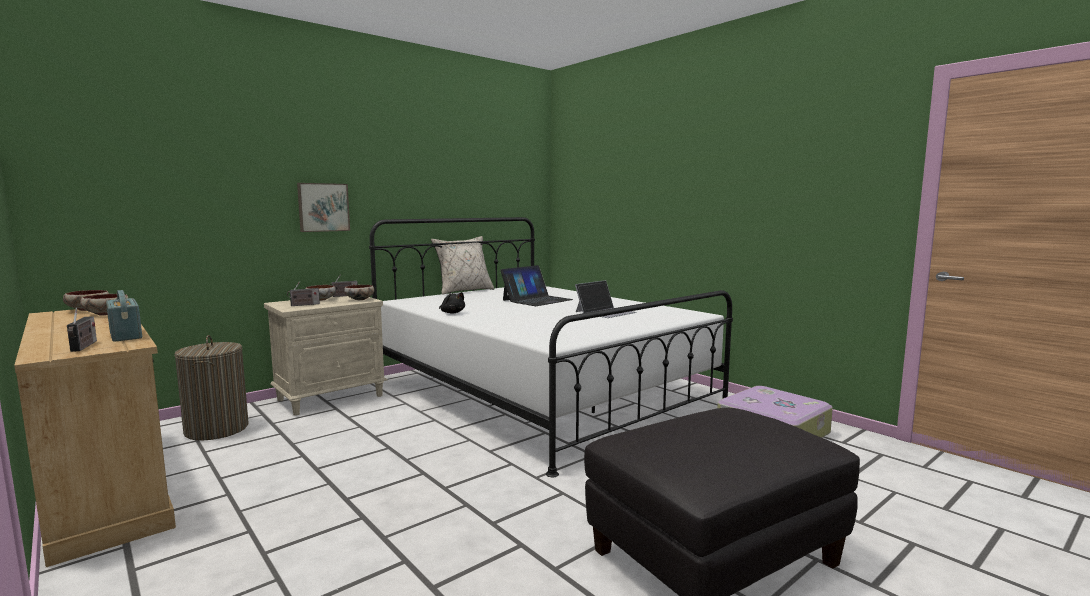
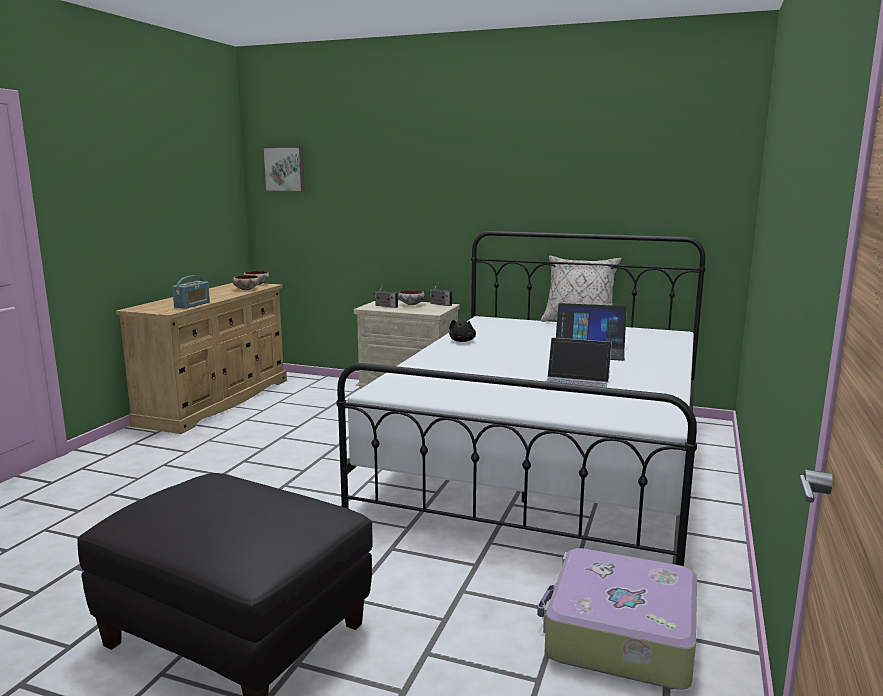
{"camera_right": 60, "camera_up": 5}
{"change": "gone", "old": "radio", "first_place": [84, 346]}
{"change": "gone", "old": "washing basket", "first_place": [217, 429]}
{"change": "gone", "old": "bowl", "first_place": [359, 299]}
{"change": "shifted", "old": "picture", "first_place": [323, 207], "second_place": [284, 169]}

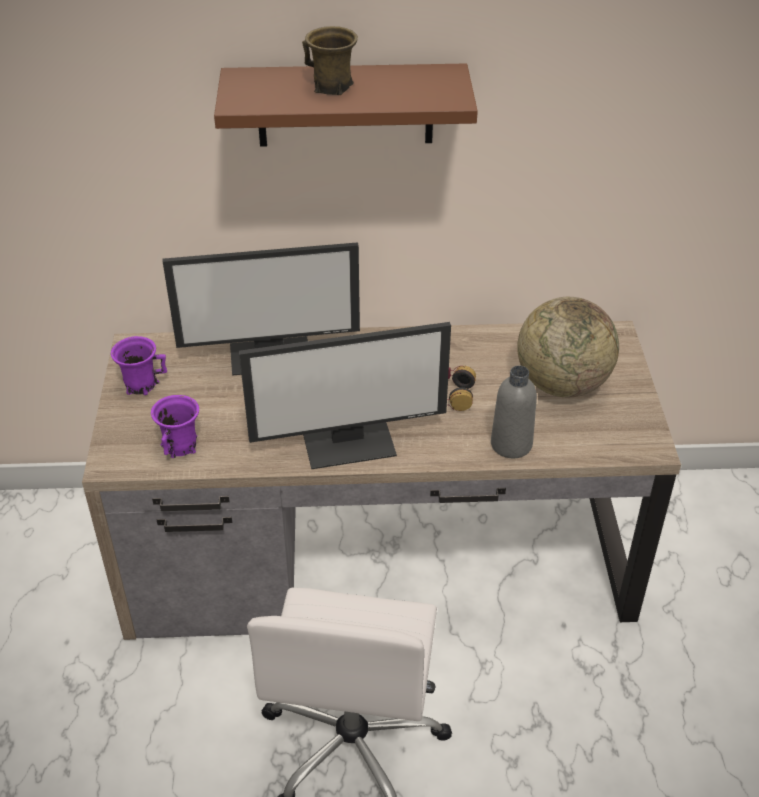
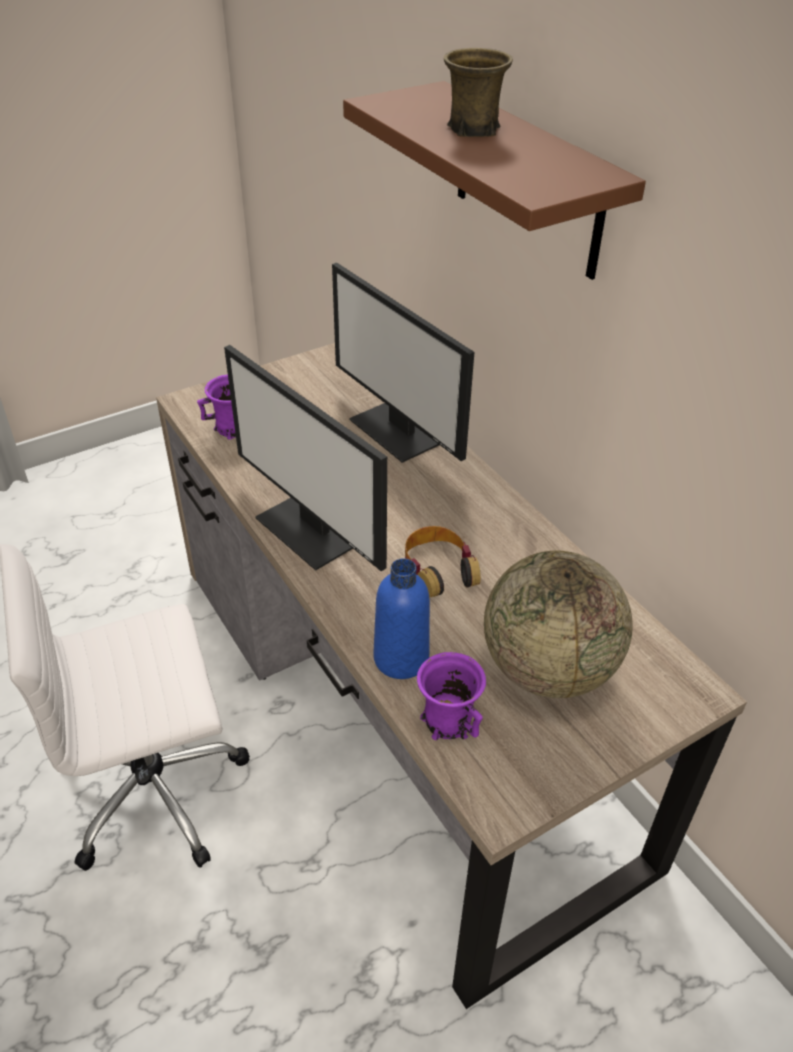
{"camera_right": 60, "camera_up": 0}
{"change": "shifted", "old": "coffee mug (purple)", "first_place": [140, 384], "second_place": [448, 720]}
{"change": "repainted", "old": "bottle (gray)", "new": "bottle (blue)", "first_place": [511, 444], "second_place": [401, 658]}

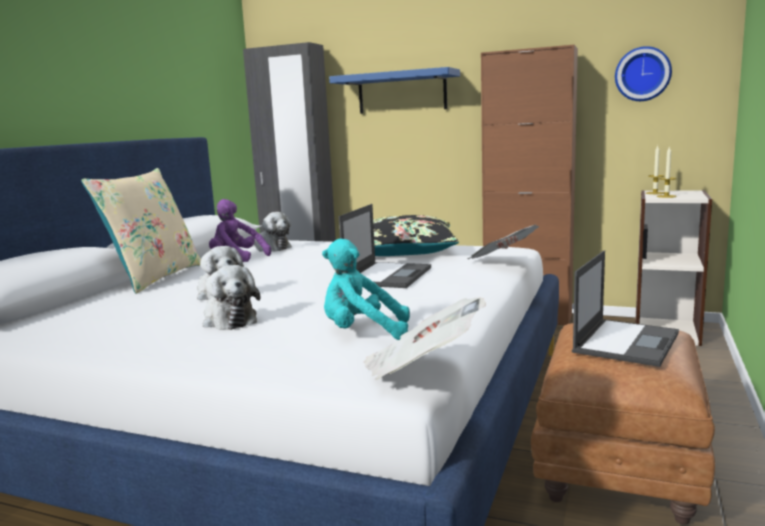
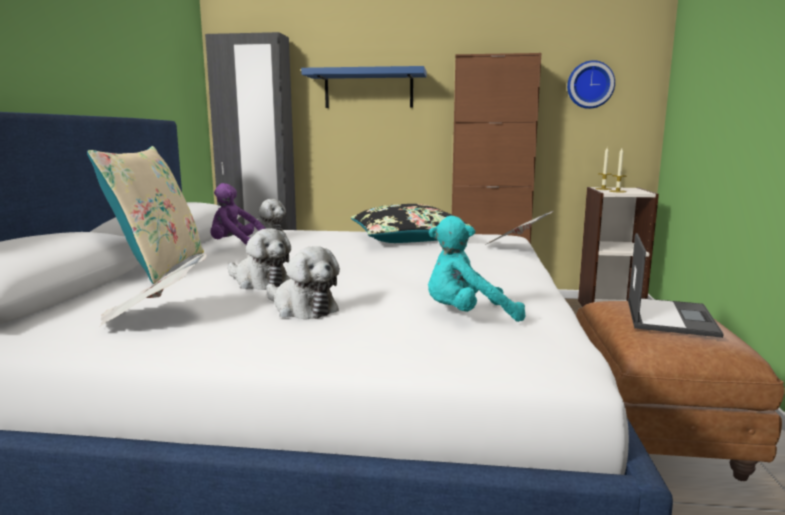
{"camera_right": -15, "camera_up": 0}
{"change": "gone", "old": "laptop", "first_place": [388, 275]}
{"change": "shifted", "old": "printed paper", "first_place": [421, 368], "second_place": [152, 318]}

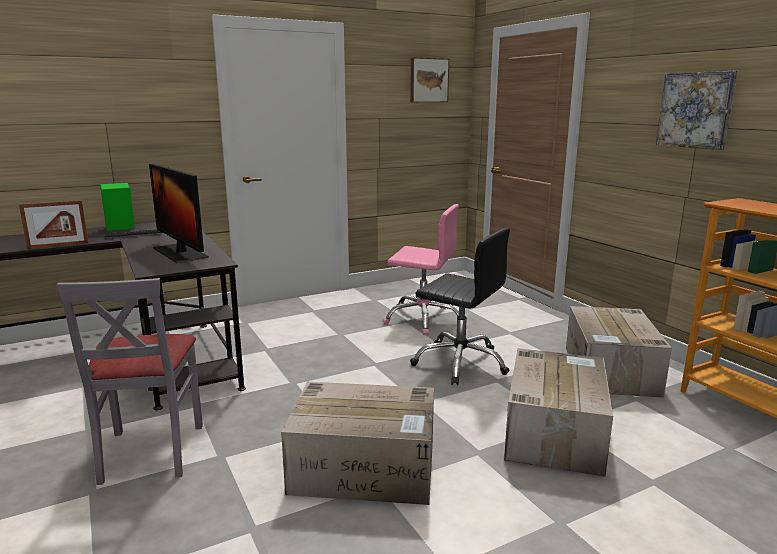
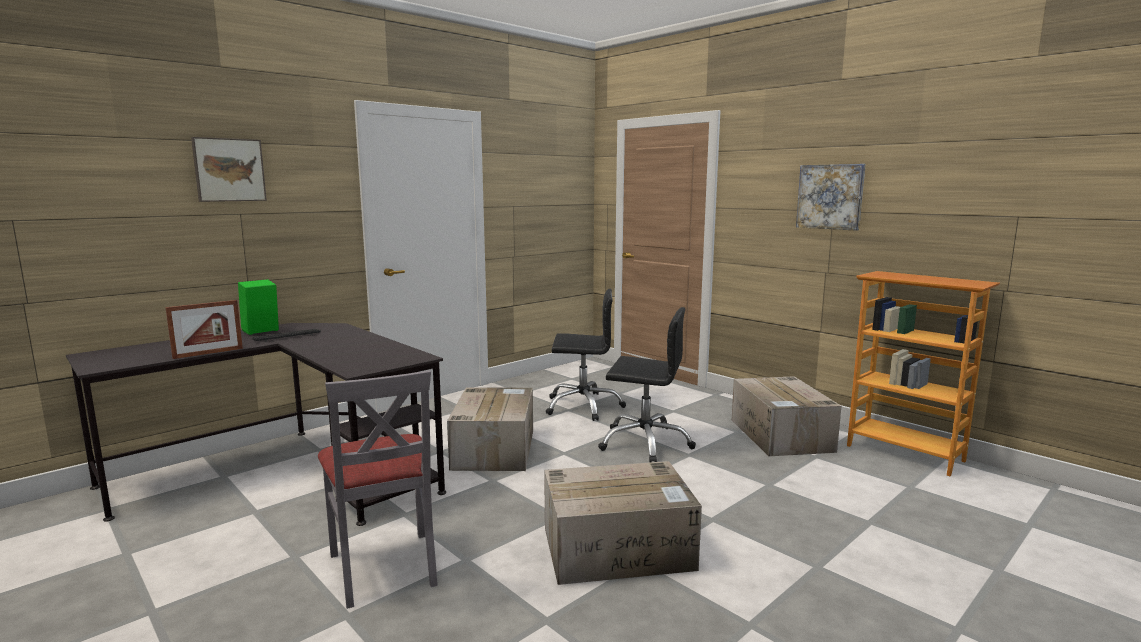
{"camera_right": -15, "camera_up": -5}
{"change": "gone", "old": "computer screen", "first_place": [180, 253]}
{"change": "shifted", "old": "picture", "first_place": [428, 80], "second_place": [229, 170]}
{"change": "shifted", "old": "packing box", "first_place": [554, 431], "second_place": [494, 448]}
{"change": "repainted", "old": "desk chair (pink)", "new": "desk chair (black)", "first_place": [423, 319], "second_place": [583, 406]}

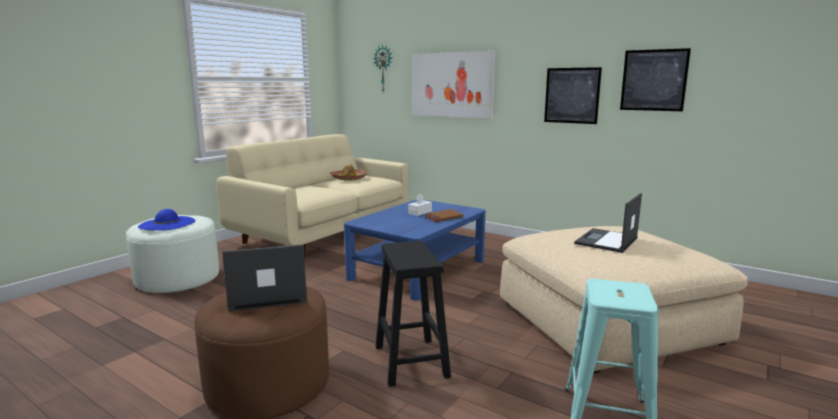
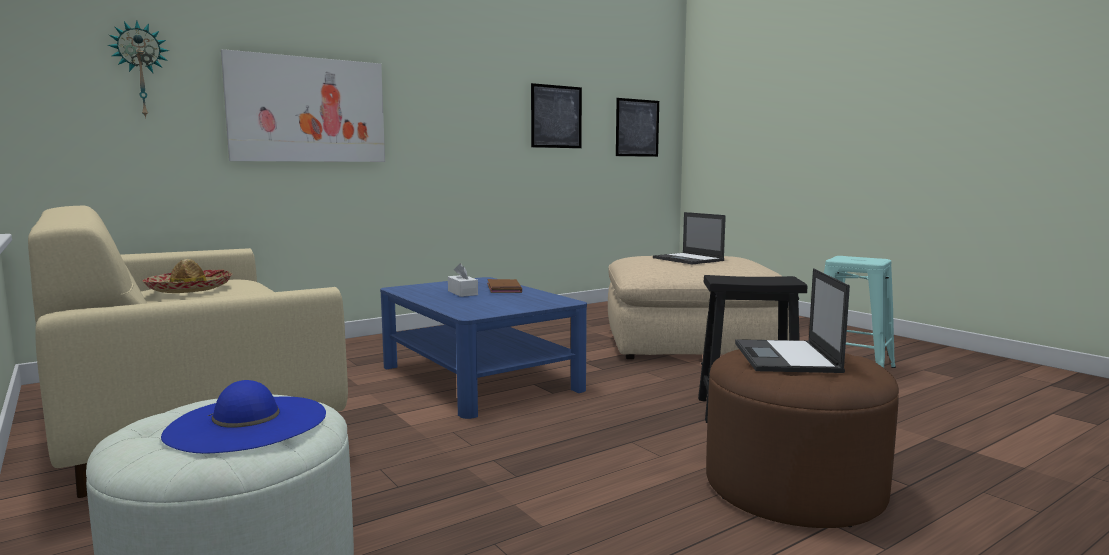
{"camera_right": -70, "camera_up": -5}
{"change": "shifted", "old": "picture", "first_place": [572, 95], "second_place": [637, 128]}

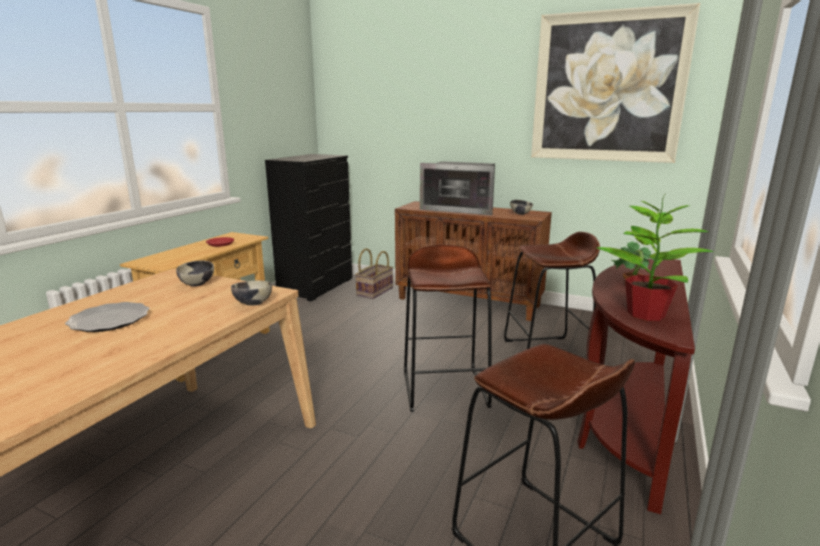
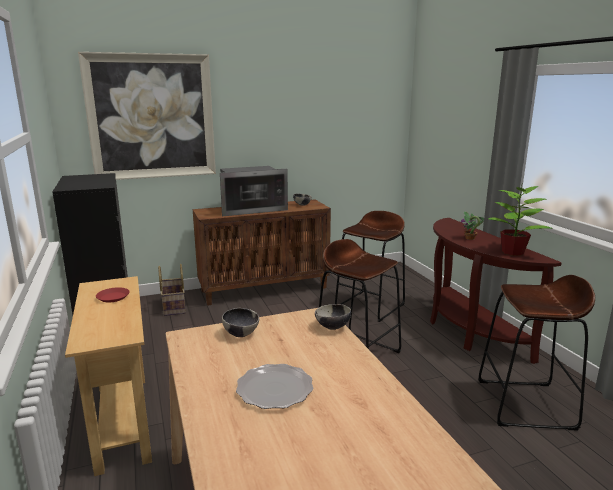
{"camera_right": -45, "camera_up": 0}
{"change": "shifted", "old": "picture", "first_place": [607, 88], "second_place": [151, 117]}

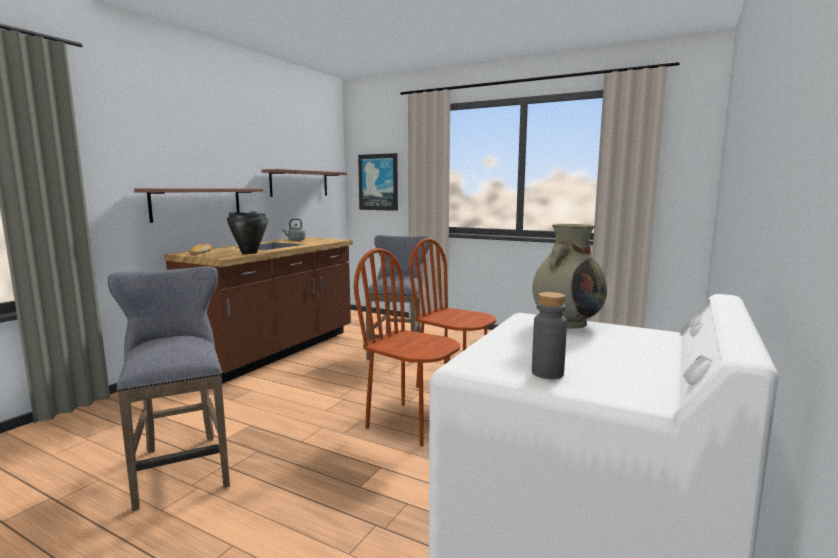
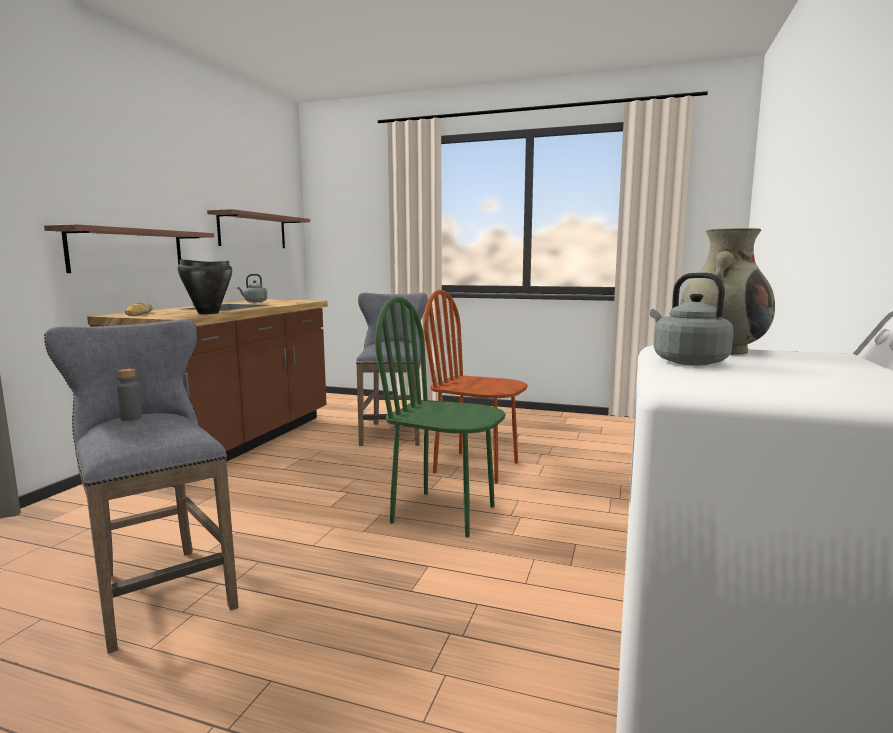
{"camera_right": -10, "camera_up": 0}
{"change": "gone", "old": "picture", "first_place": [378, 182]}
{"change": "new", "new": "tea kettle (gray)", "second_place": [686, 361]}
{"change": "shifted", "old": "bottle (gray)", "first_place": [547, 373], "second_place": [131, 418]}
{"change": "repainted", "old": "chair (brownish)", "new": "chair (green)", "first_place": [410, 424], "second_place": [444, 513]}

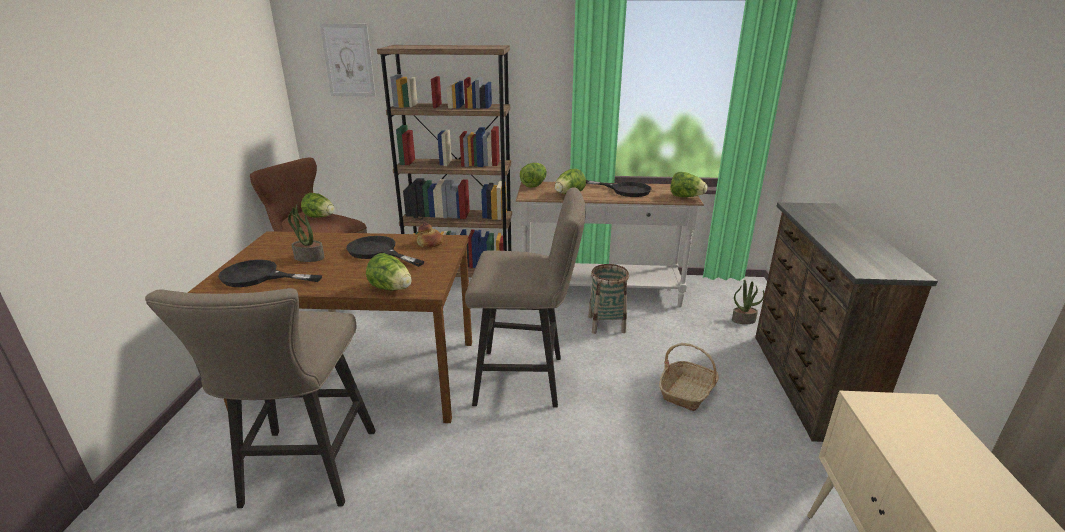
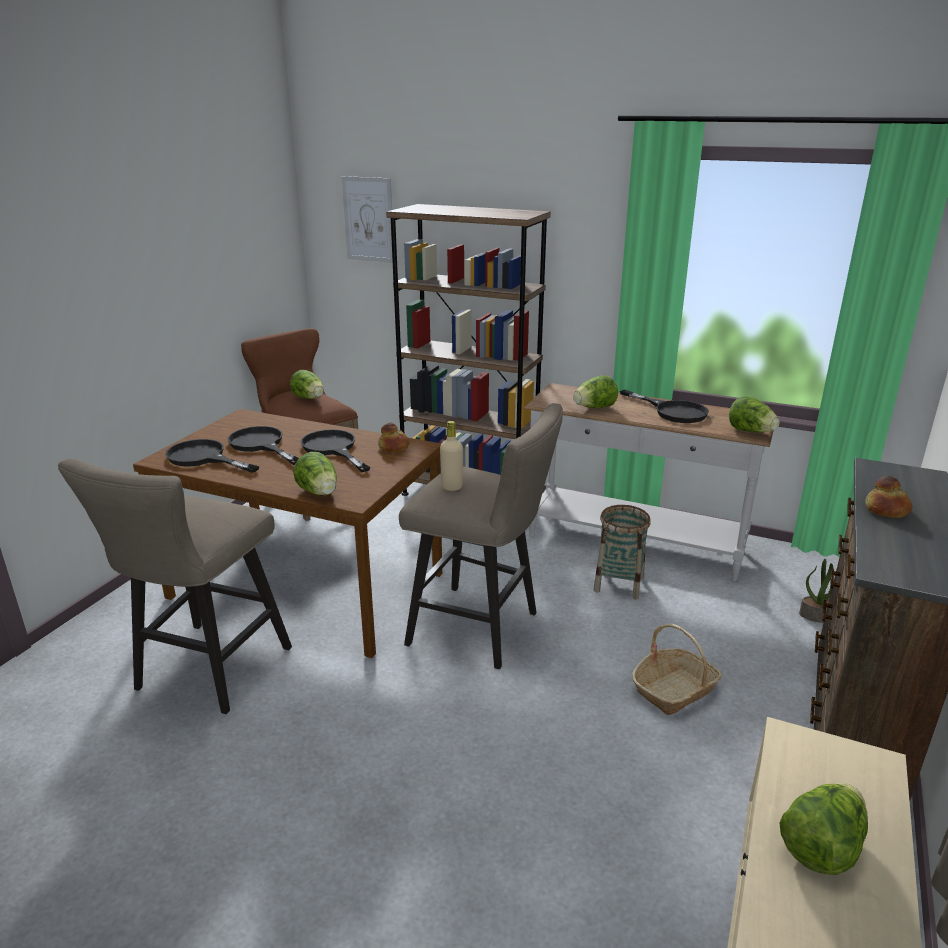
{"camera_right": 20, "camera_up": 0}
{"change": "new", "new": "bottle (beige)", "second_place": [452, 487]}
{"change": "new", "new": "bread", "second_place": [887, 509]}
{"change": "shifted", "old": "lettuce", "first_place": [534, 185], "second_place": [821, 846]}
{"change": "swapped", "old": "houseplant", "new": "skillet (black)", "first_place": [308, 258], "second_place": [261, 445]}

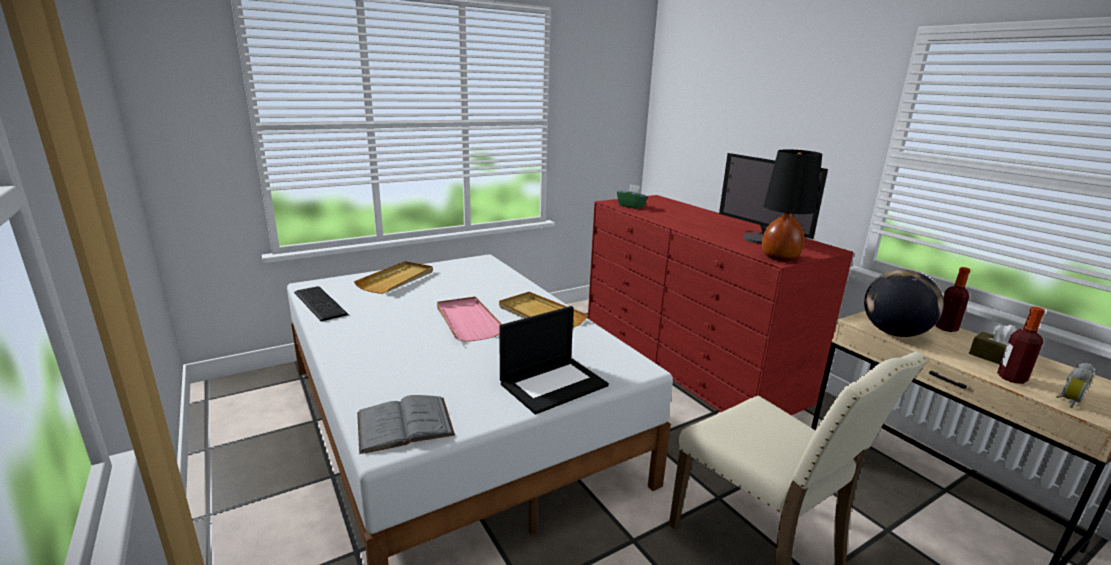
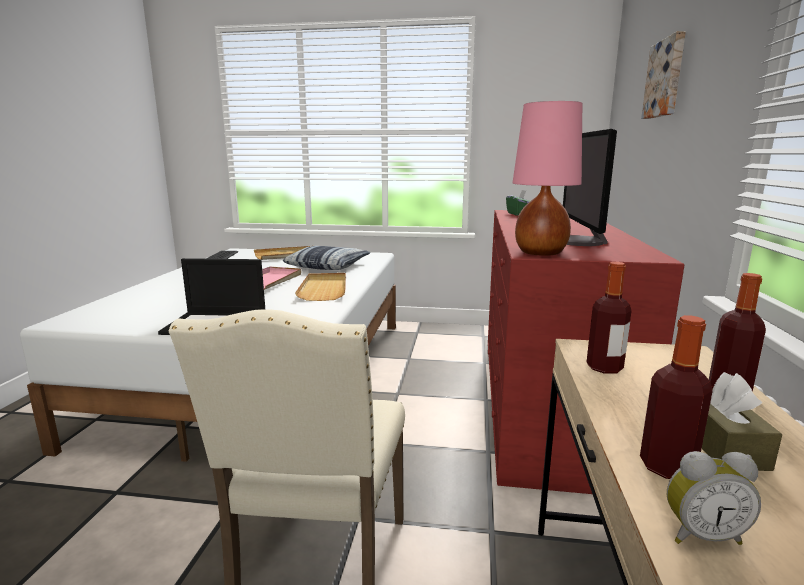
{"camera_right": 40, "camera_up": -5}
{"change": "gone", "old": "bound book (gray)", "first_place": [404, 424]}
{"change": "new", "new": "throw pillow", "second_place": [328, 266]}
{"change": "new", "new": "picture", "second_place": [666, 78]}
{"change": "swapped", "old": "world globe", "new": "bottle", "first_place": [894, 333], "second_place": [604, 368]}
{"change": "repainted", "old": "tabletop lamp (black)", "new": "tabletop lamp (pink)", "first_place": [779, 257], "second_place": [539, 253]}

